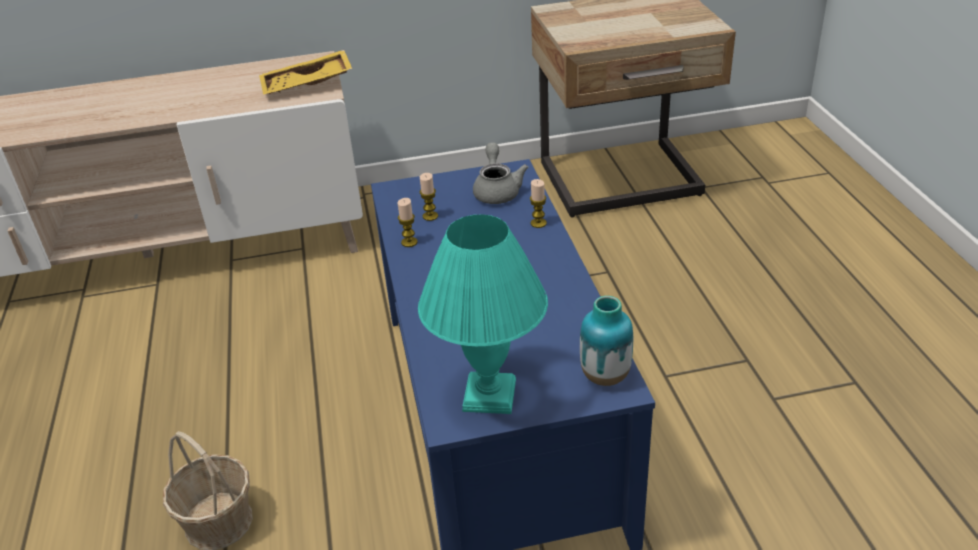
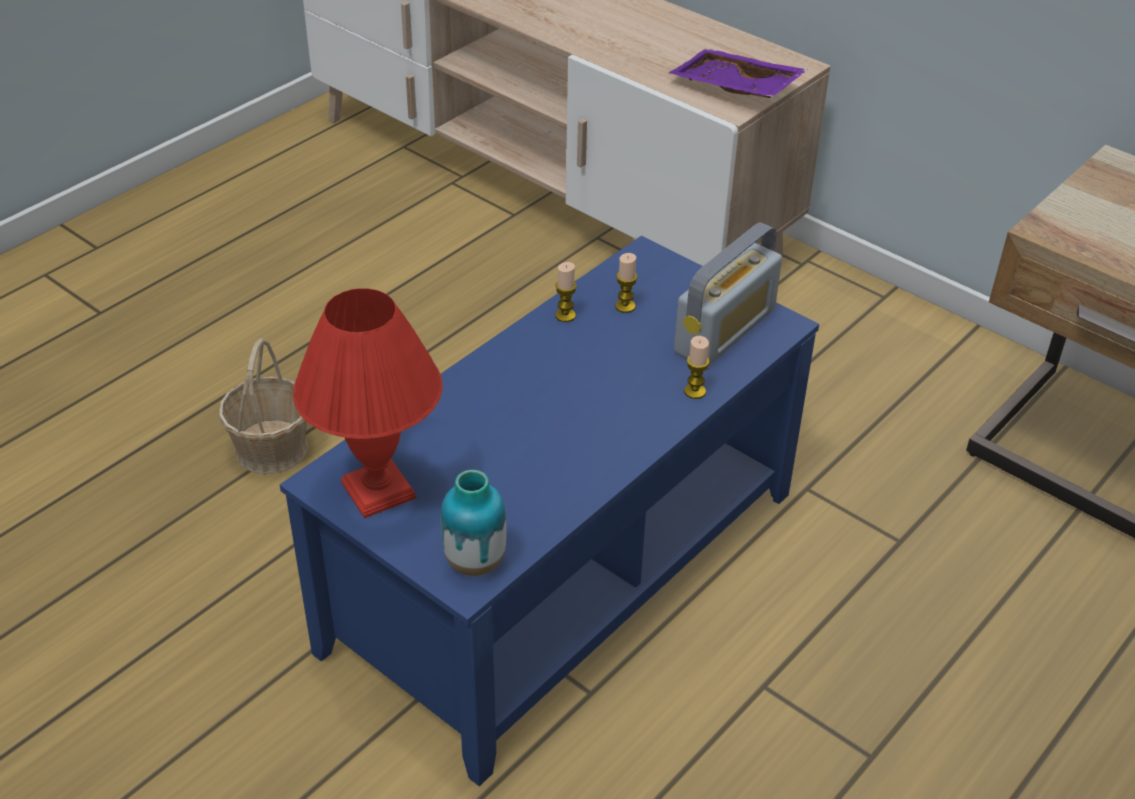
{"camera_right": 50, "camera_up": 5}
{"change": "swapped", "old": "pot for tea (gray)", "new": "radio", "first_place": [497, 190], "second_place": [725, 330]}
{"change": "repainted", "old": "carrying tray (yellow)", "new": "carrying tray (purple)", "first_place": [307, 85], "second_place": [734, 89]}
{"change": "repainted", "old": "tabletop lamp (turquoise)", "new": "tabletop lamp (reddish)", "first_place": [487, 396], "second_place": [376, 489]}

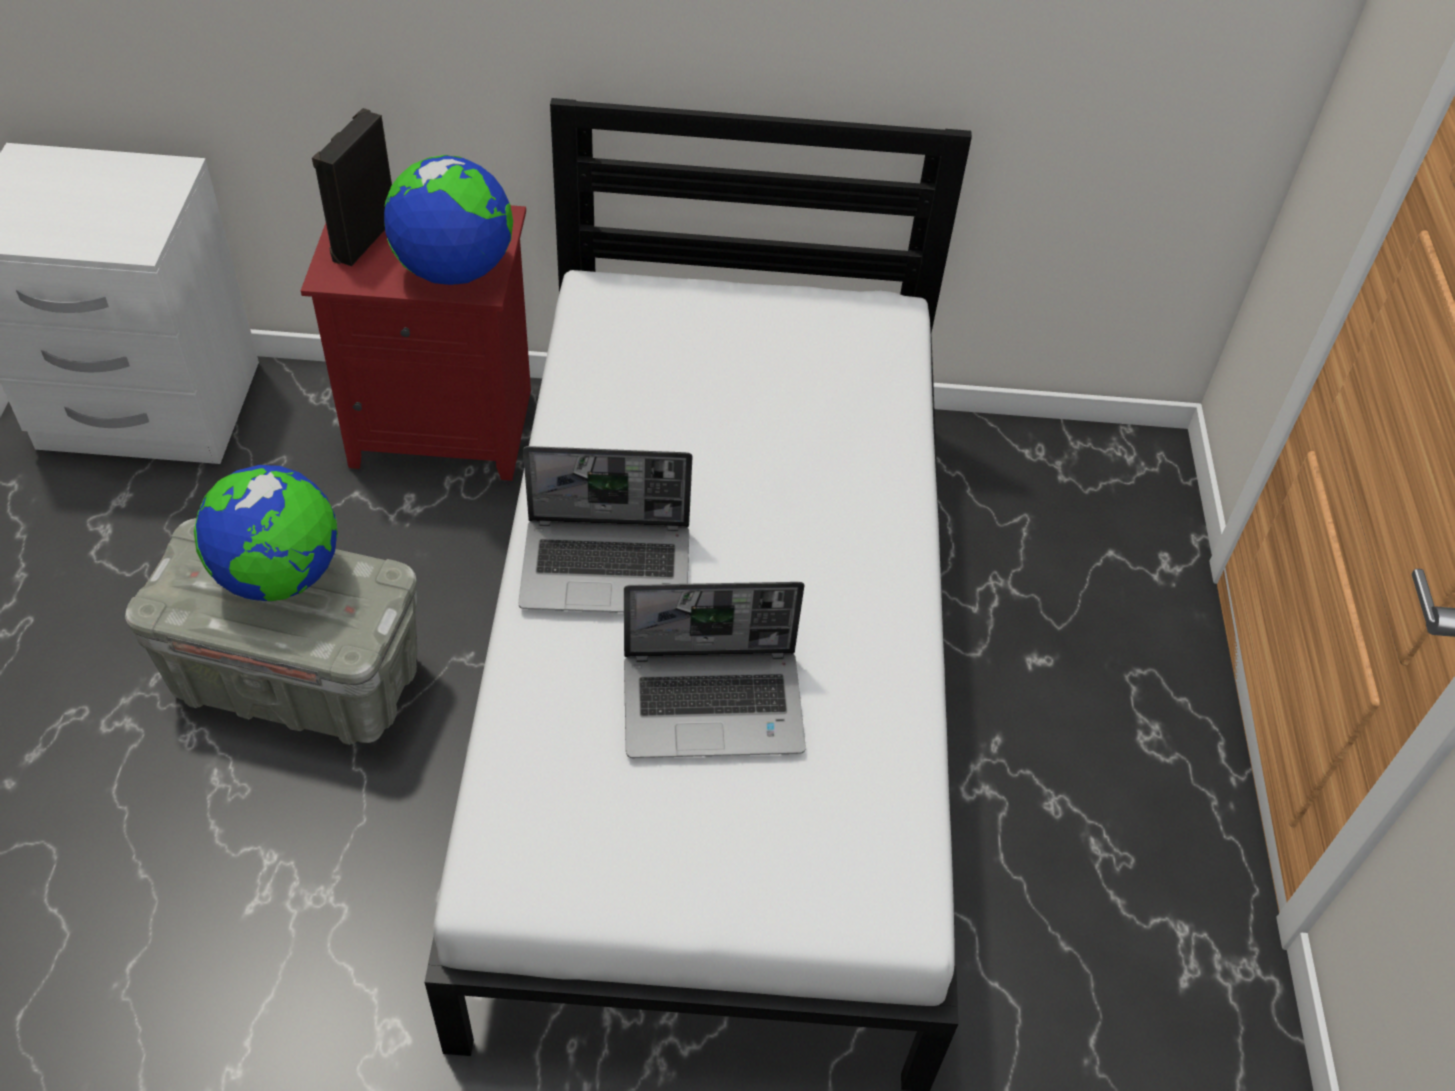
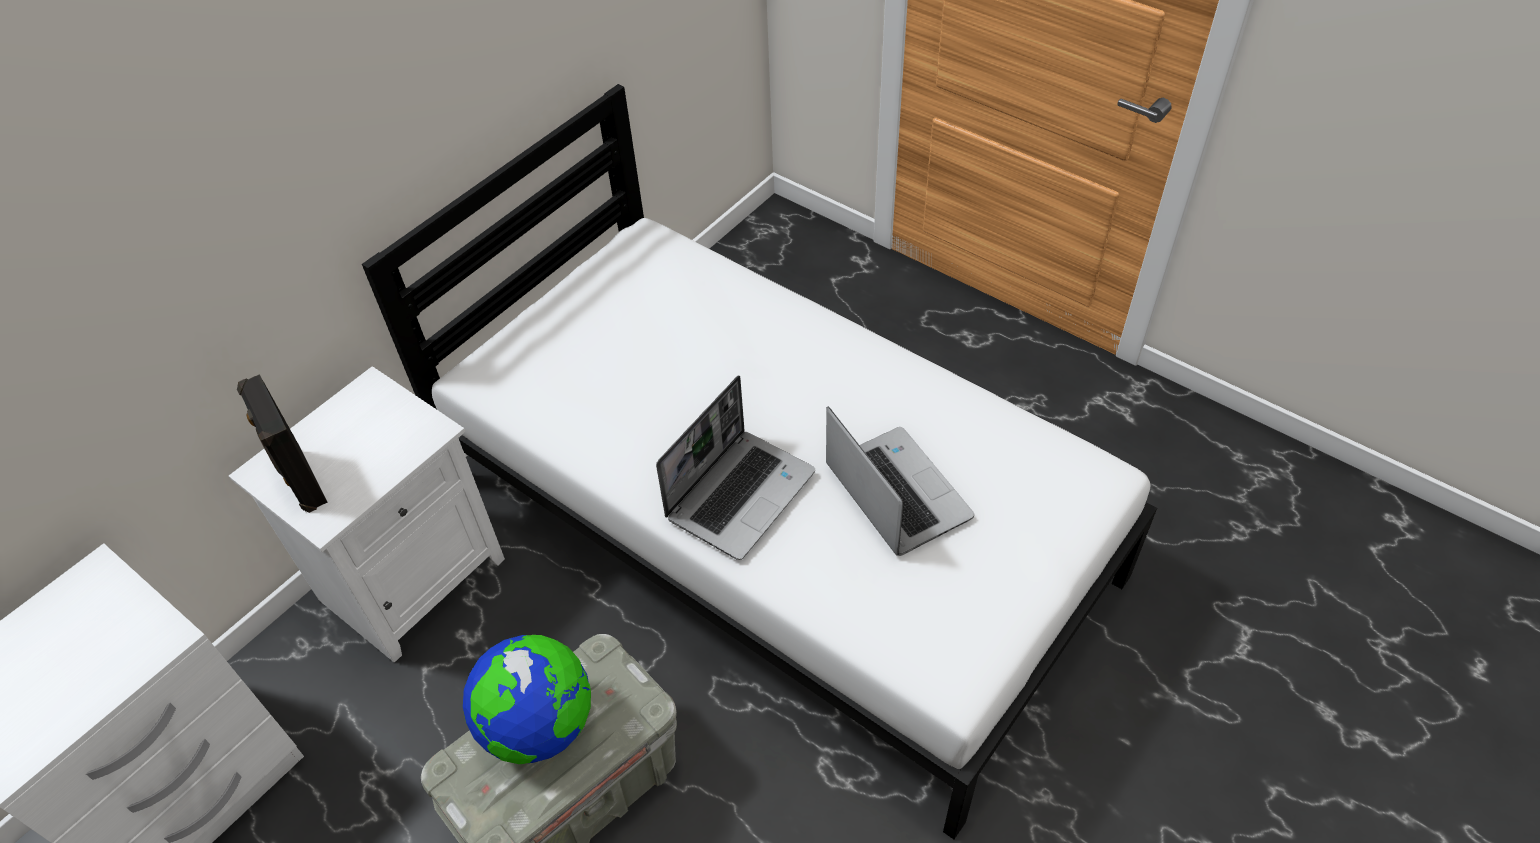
{"camera_right": -50, "camera_up": 0}
{"change": "gone", "old": "world globe", "first_place": [454, 270]}
{"change": "repainted", "old": "night table (reddish)", "new": "night table (whitish)", "first_place": [445, 425], "second_place": [412, 576]}
{"change": "rotated", "old": "laptop", "first_place": [715, 704], "second_place": [894, 492], "degrees": -60}

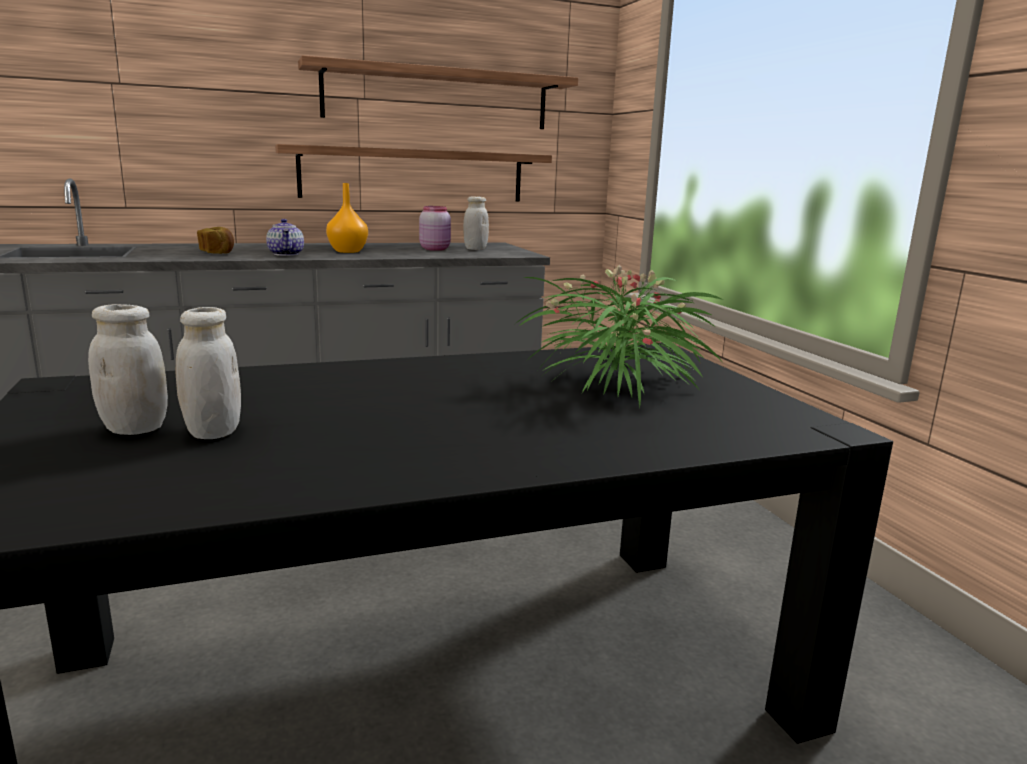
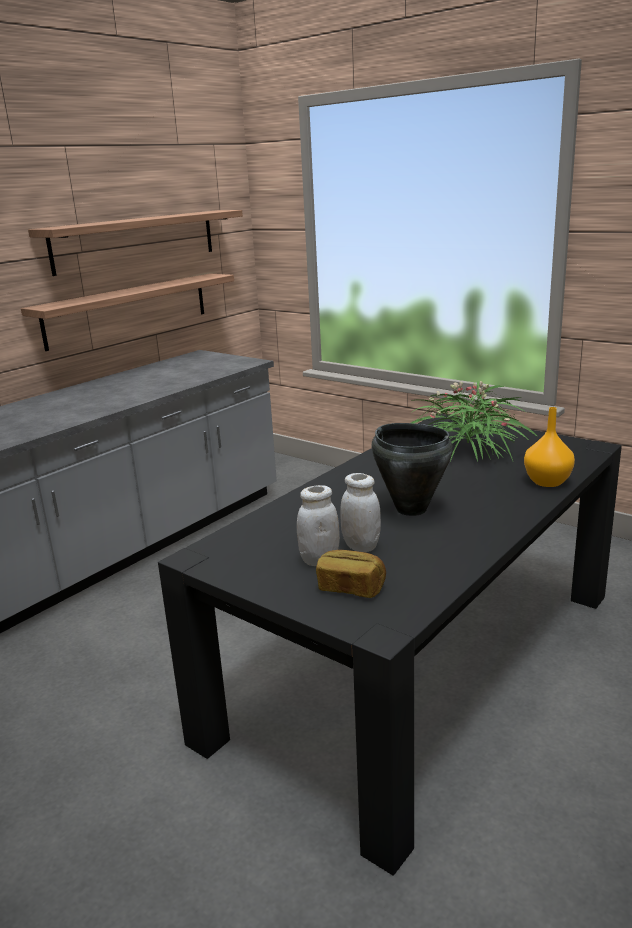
{"camera_right": -30, "camera_up": 5}
{"change": "gone", "old": "pot for tea", "first_place": [286, 254]}
{"change": "gone", "old": "jar (pink)", "first_place": [435, 249]}
{"change": "gone", "old": "jar (whitish)", "first_place": [475, 249]}
{"change": "new", "new": "cooking pot (black)", "second_place": [411, 509]}
{"change": "shifted", "old": "bread", "first_place": [217, 253], "second_place": [351, 588]}
{"change": "shifted", "old": "vase (orange-coloured)", "first_place": [348, 251], "second_place": [548, 482]}

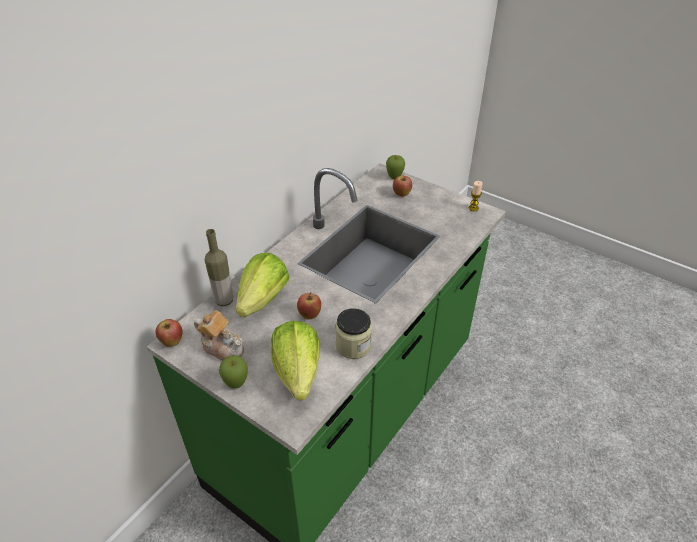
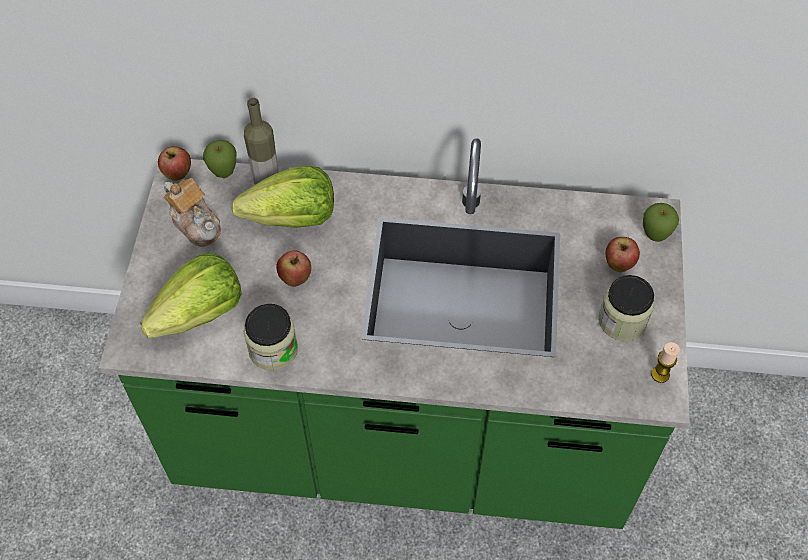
{"camera_right": 60, "camera_up": 15}
{"change": "new", "new": "jar", "second_place": [622, 320]}
{"change": "shifted", "old": "apple fruit", "first_place": [236, 384], "second_place": [224, 174]}
{"change": "rotated", "old": "pot for tea", "first_place": [223, 347], "second_place": [196, 224], "degrees": -45}

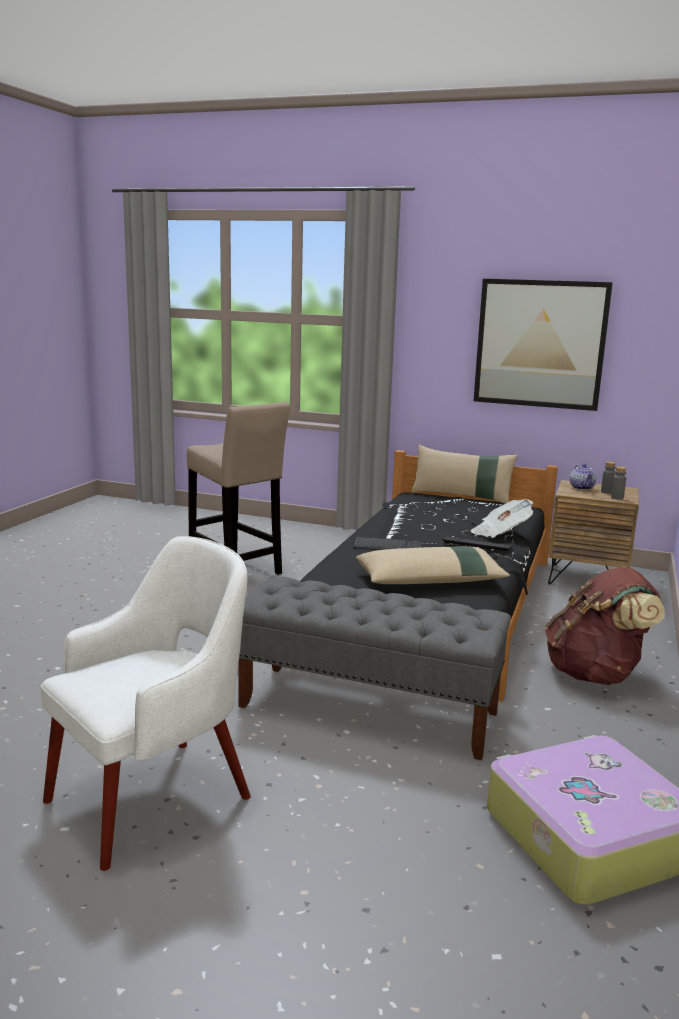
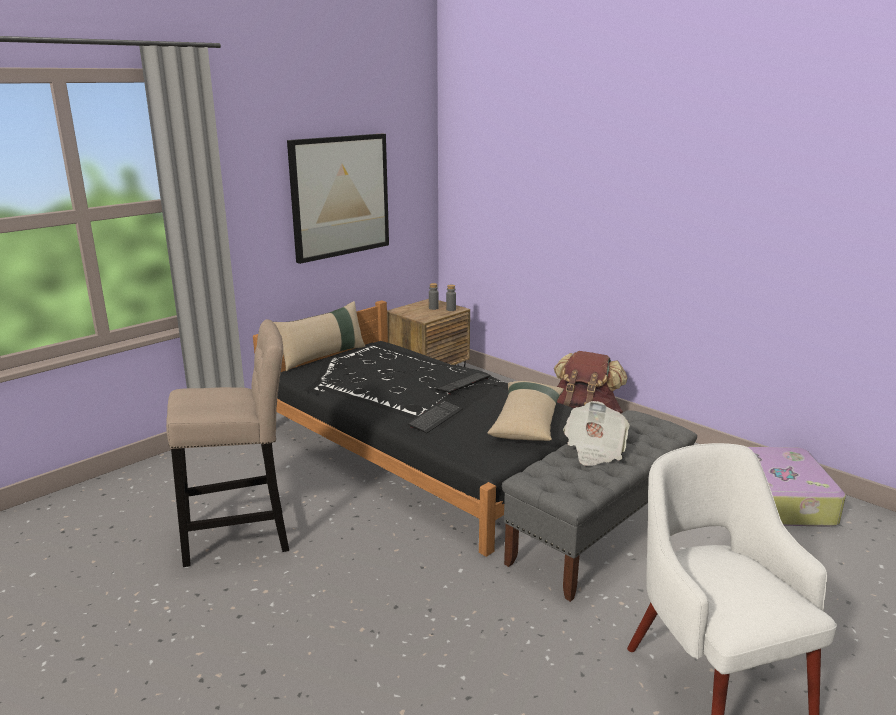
{"camera_right": -65, "camera_up": 5}
{"change": "gone", "old": "pot for tea", "first_place": [582, 488]}
{"change": "shifted", "old": "printed paper", "first_place": [500, 533], "second_place": [594, 450]}

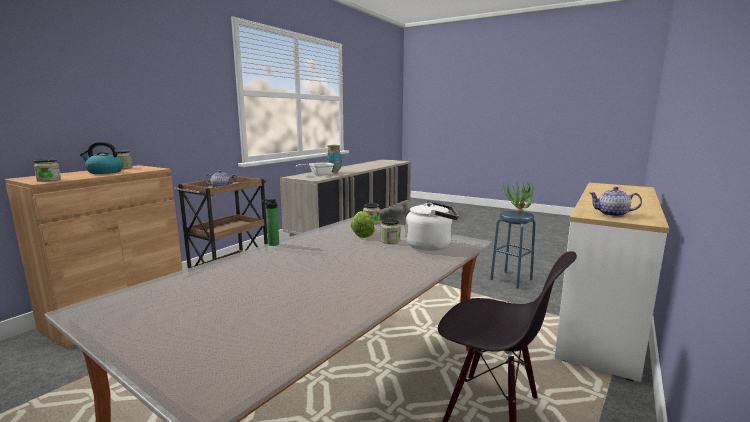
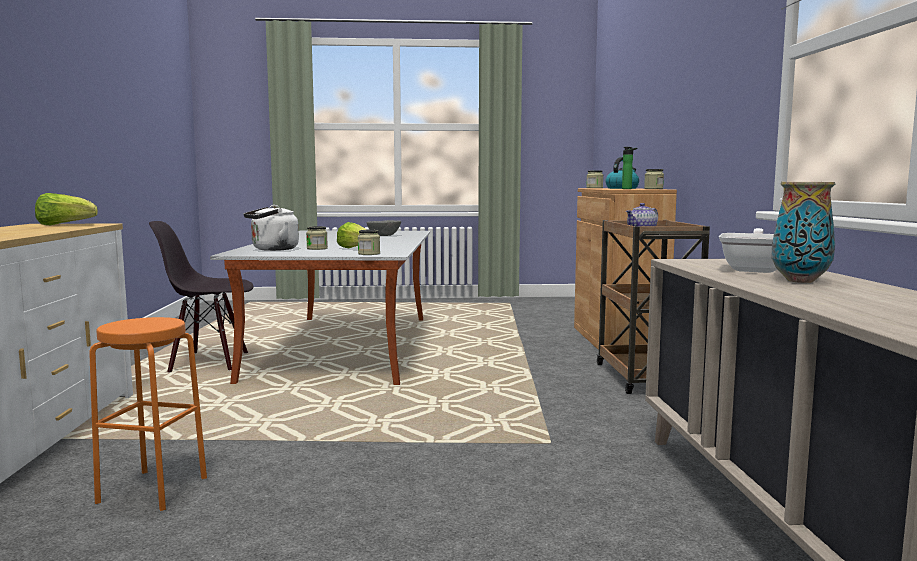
{"camera_right": 145, "camera_up": -5}
{"change": "gone", "old": "houseplant", "first_place": [518, 214]}
{"change": "new", "new": "bowl (gray)", "second_place": [384, 235]}
{"change": "shifted", "old": "bottle", "first_place": [272, 244], "second_place": [628, 189]}
{"change": "swapped", "old": "pot for tea", "new": "lettuce", "first_place": [612, 214], "second_place": [64, 225]}
{"change": "repainted", "old": "stool seat (blue)", "new": "stool seat (orange-coloured)", "first_place": [511, 279], "second_place": [153, 489]}

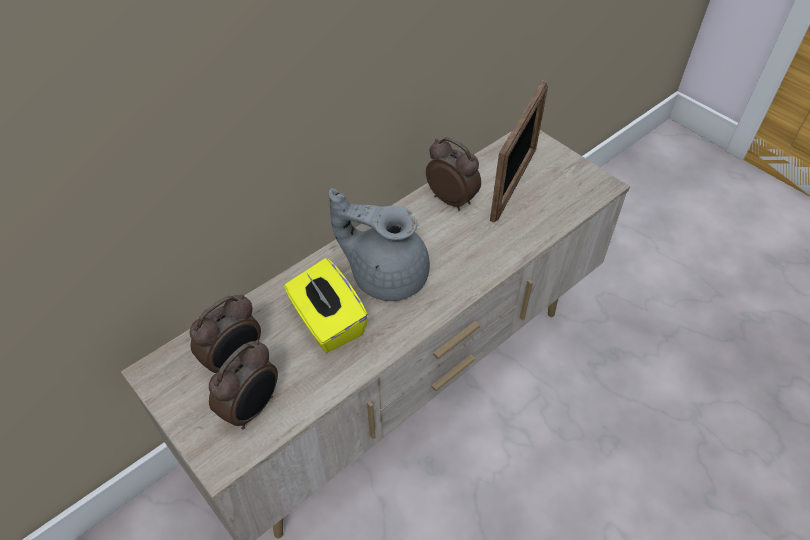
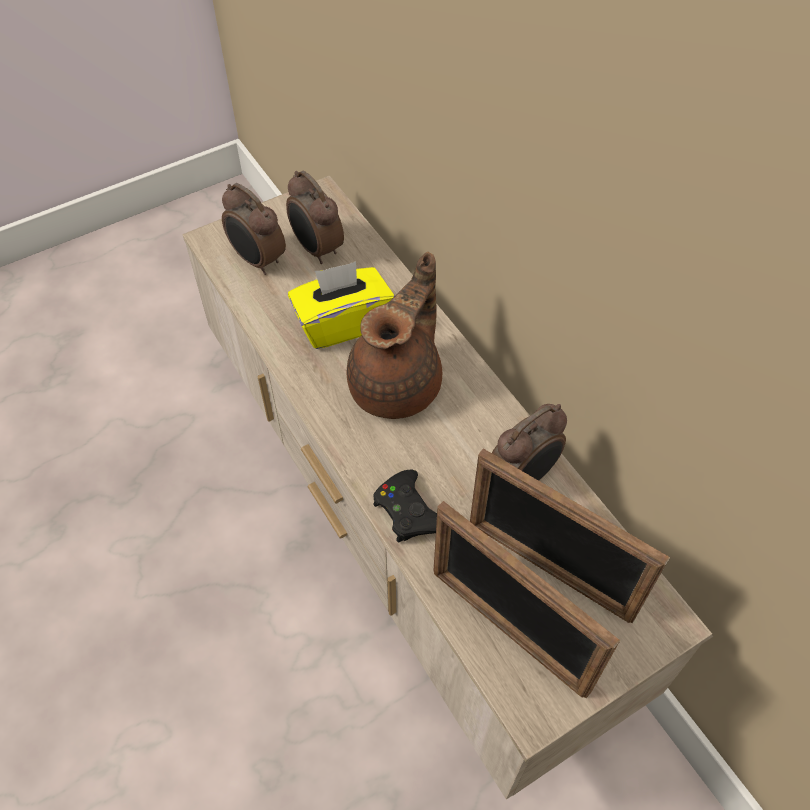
{"camera_right": 100, "camera_up": 5}
{"change": "new", "new": "game controller (black)", "second_place": [409, 511]}
{"change": "new", "new": "photo frame", "second_place": [508, 630]}
{"change": "repainted", "old": "pot for tea (gray)", "new": "pot for tea (brownish)", "first_place": [386, 275], "second_place": [398, 384]}

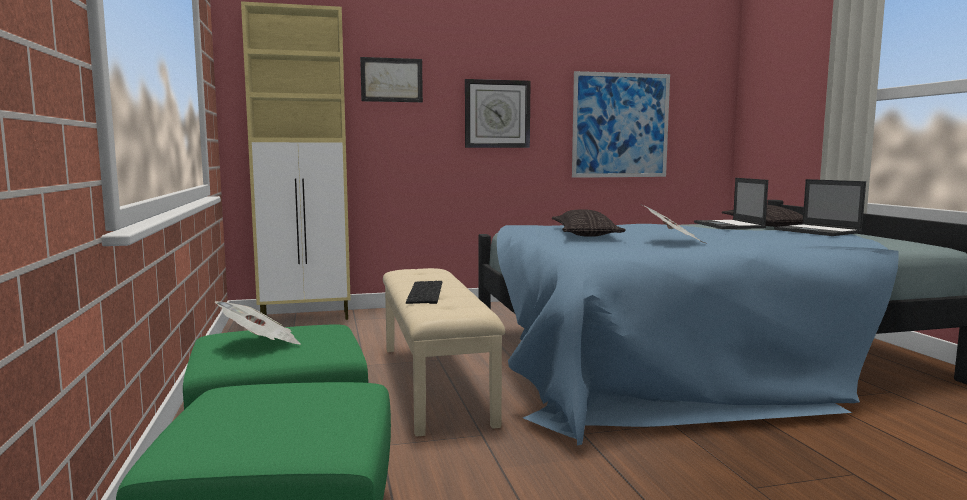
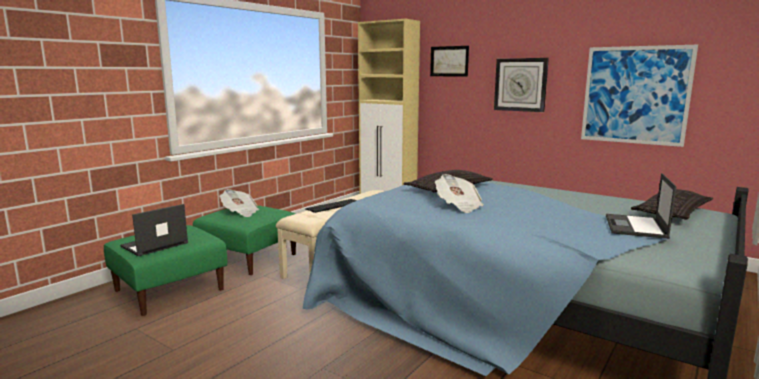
{"camera_right": 50, "camera_up": 5}
{"change": "shifted", "old": "laptop", "first_place": [729, 225], "second_place": [154, 245]}

